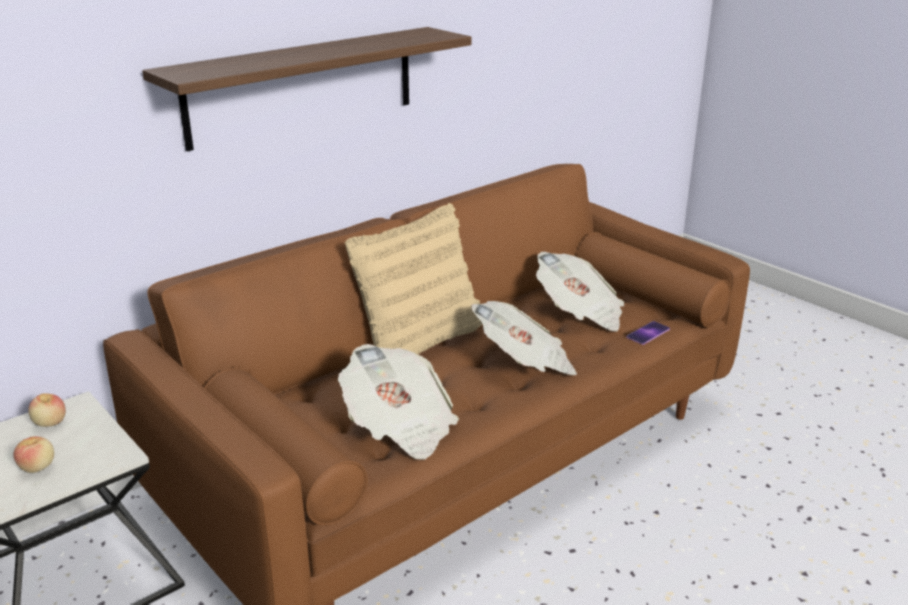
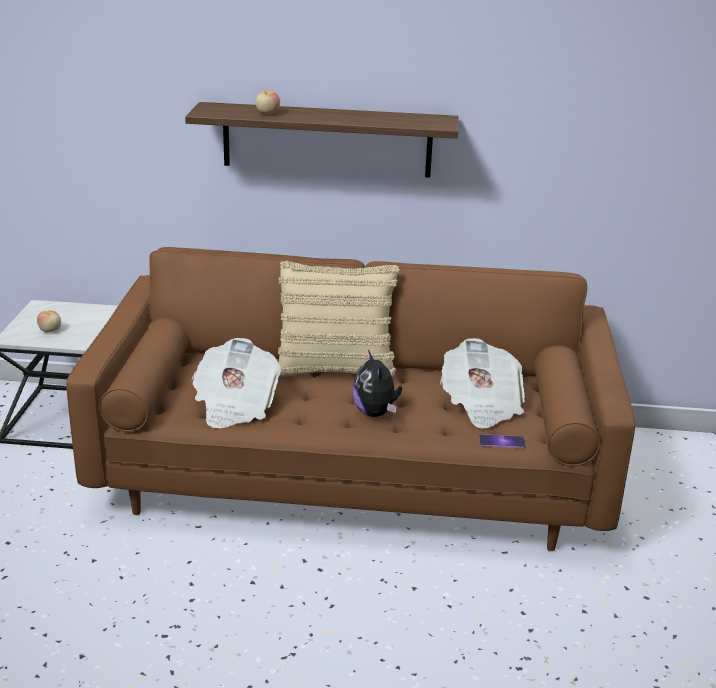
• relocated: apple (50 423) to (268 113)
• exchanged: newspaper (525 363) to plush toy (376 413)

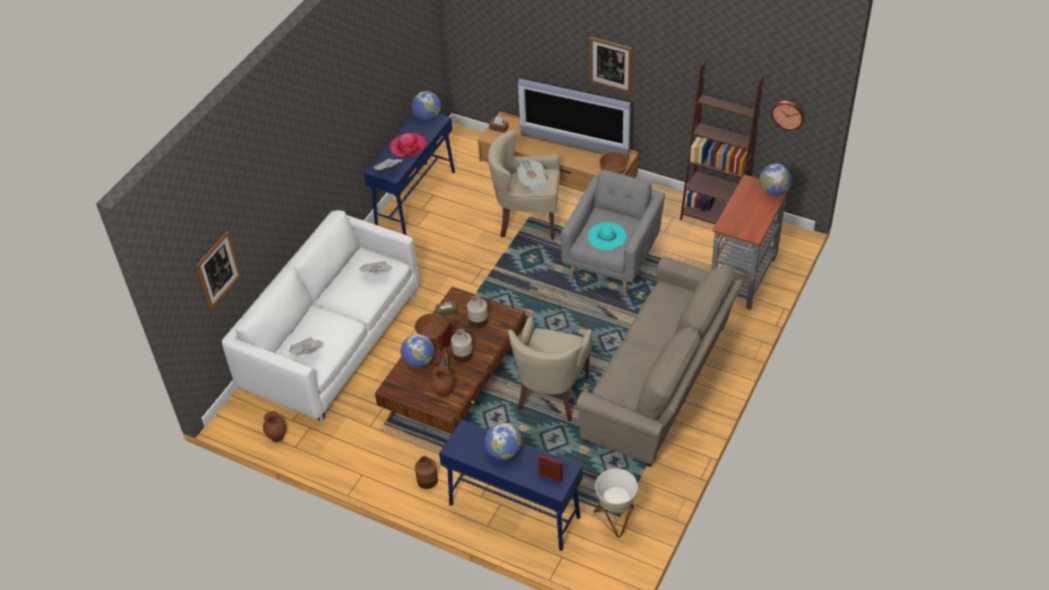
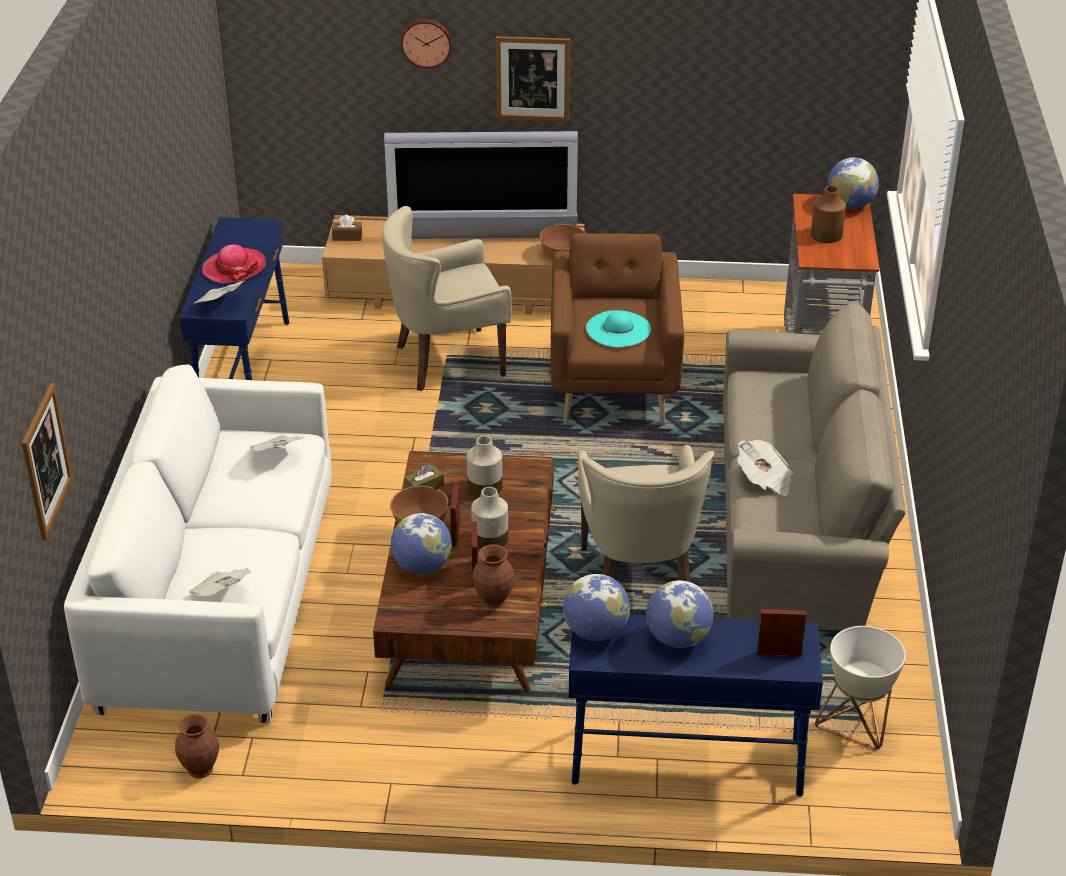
• missing: bookcase (brown) (713 217)
• relocated: globe (427 117) to (595 632)
• relocated: vase (brown) (427 480) to (827 234)
• relocated: newspaper (533 182) to (764 480)
• relocated: wall clock (788 114) to (426 42)
• colour: armchair (grey) (613 260) to armchair (brown) (614 382)

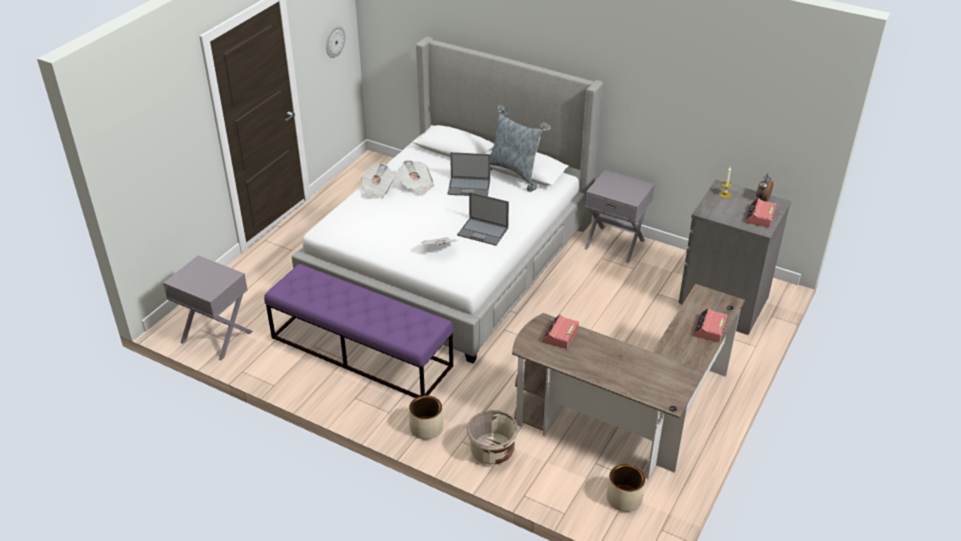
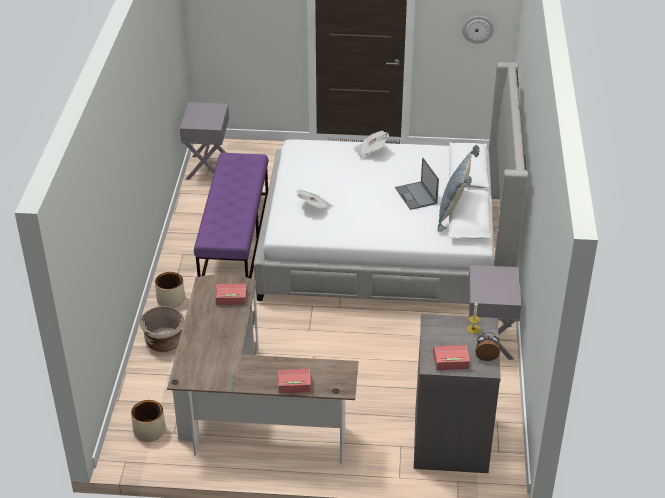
• missing: newspaper (416 186)
• missing: laptop (483 232)

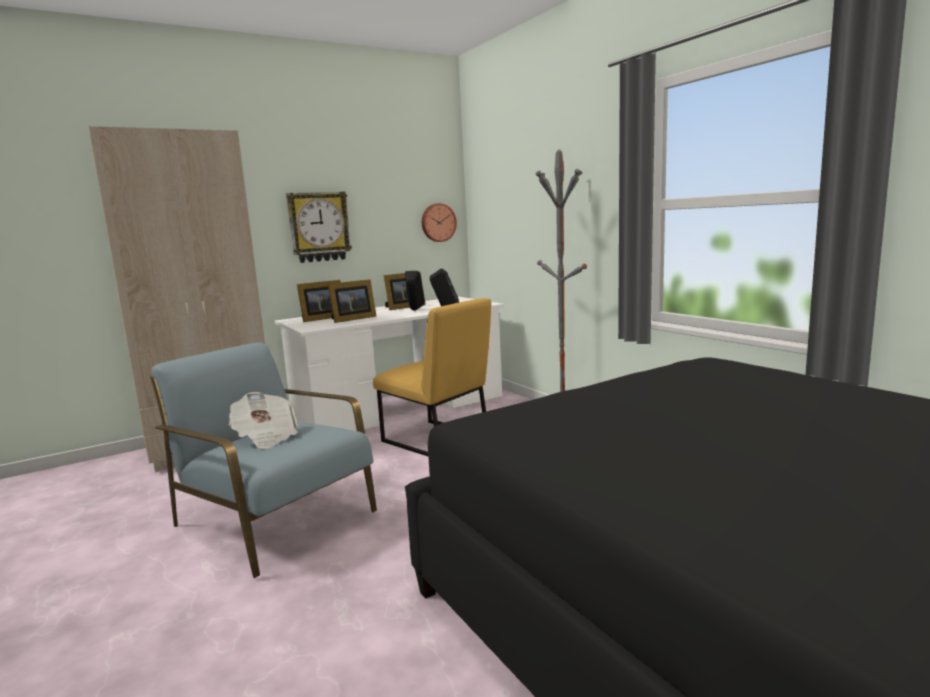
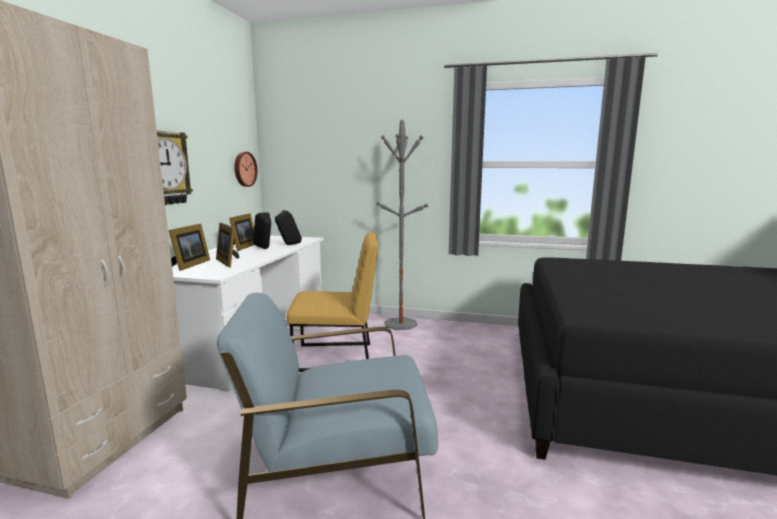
• missing: newspaper (266 437)
• spun: picture frame (351 319) = (228 262) 135 degrees clockwise

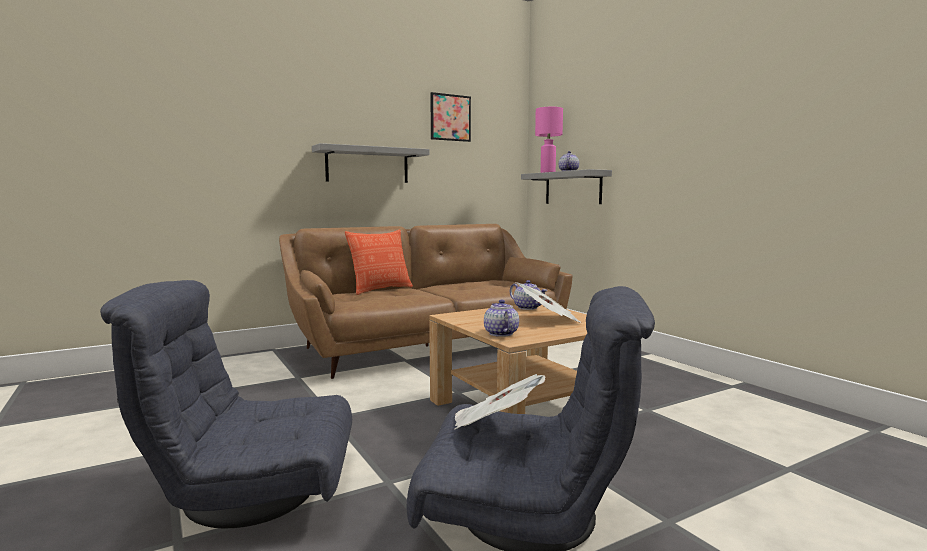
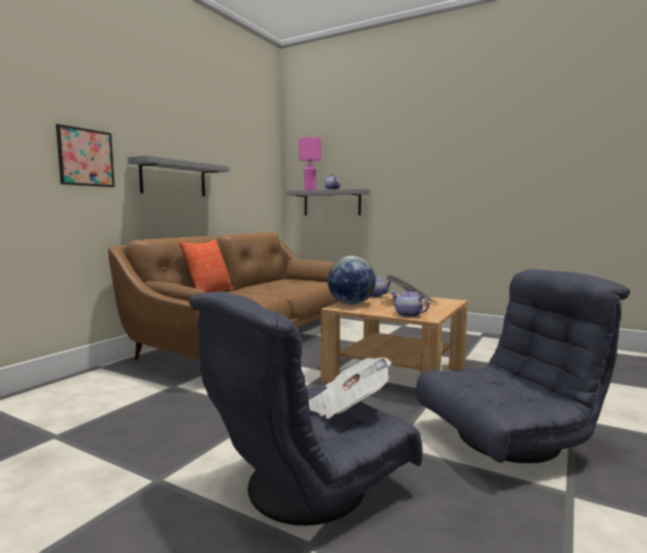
• appeared: globe (351 304)
• relocated: picture (450 117) to (86 157)
• relocated: newspaper (495 425) to (347 407)

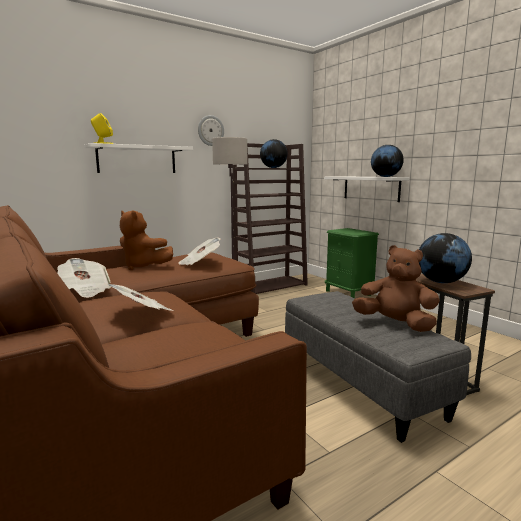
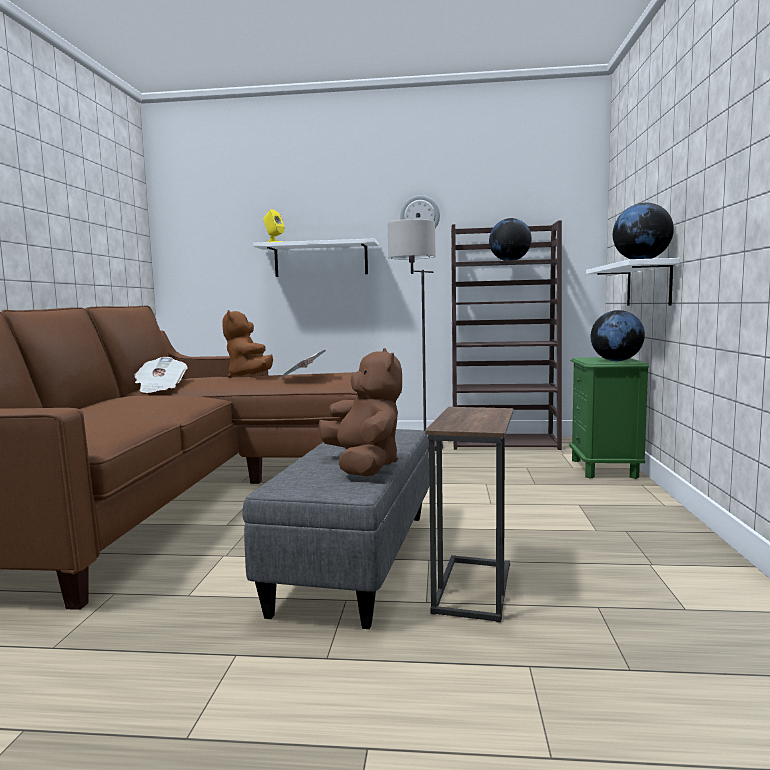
• missing: newspaper (142 313)
• relocated: globe (441 282) to (616 361)

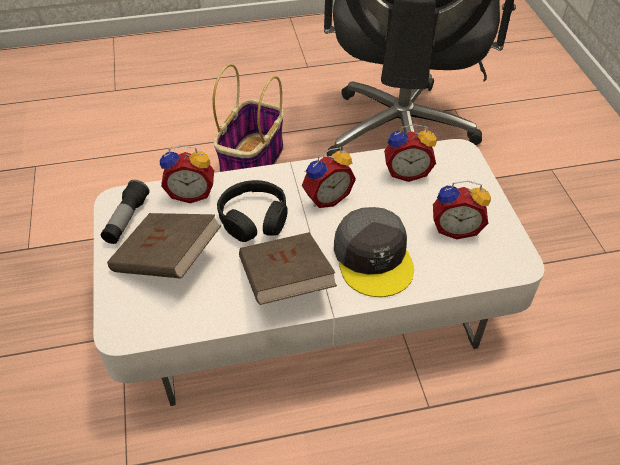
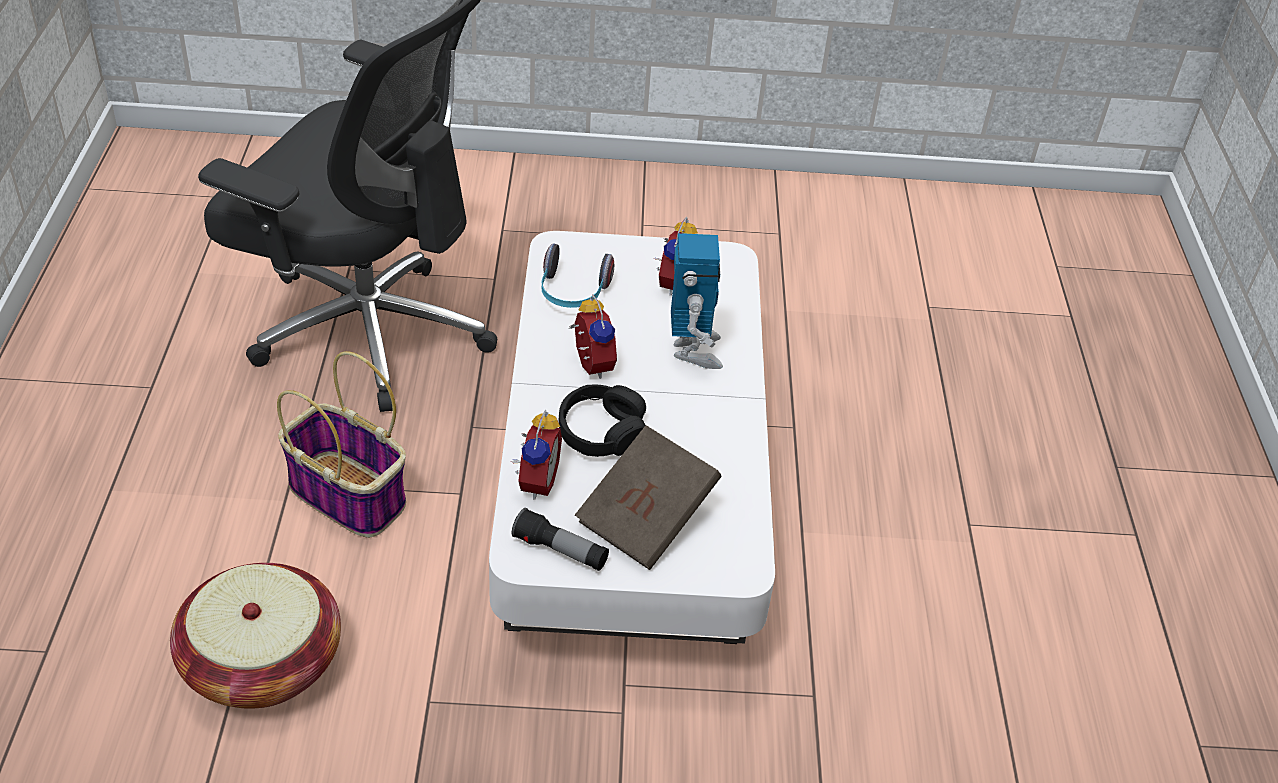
• missing: book (brown) (285 283)
• appeared: basket (262 663)
• exchanged: cap (grey) (373 257) to toy robot (693 351)
• exchanged: alarm clock (406 172) to headphones (573 293)

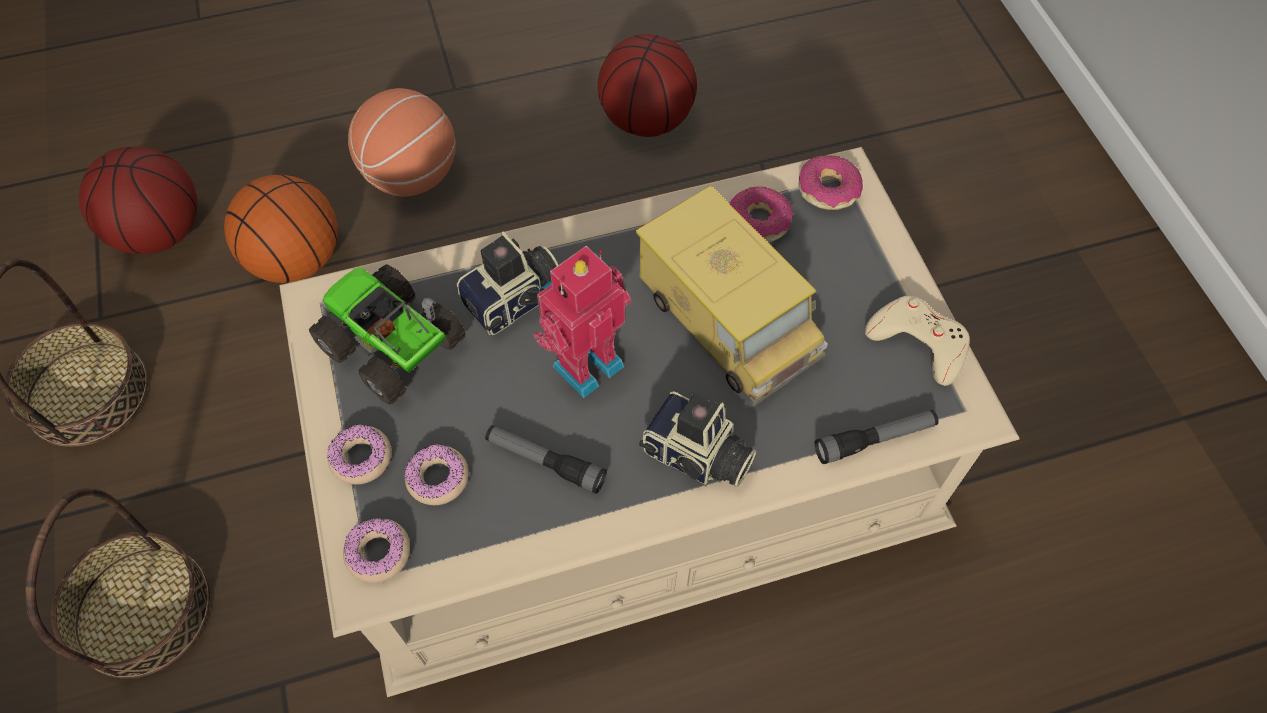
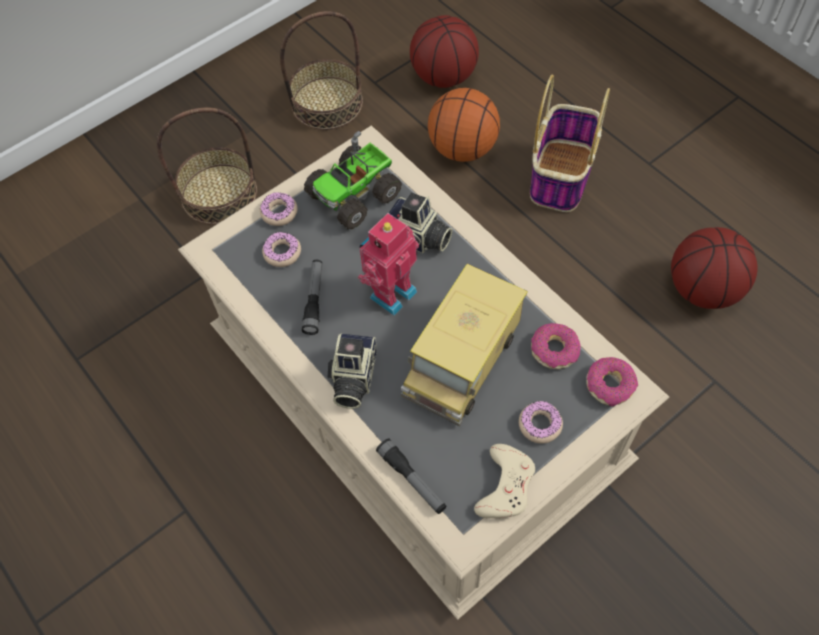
• relocated: donut (378 553) to (540 424)
• exchanged: basketball (411 176) to basket (561 174)
• spun: toy truck (394 346) = (355 194) 150 degrees counterclockwise
• spun: toy robot (585 363) = (390 293) 75 degrees counterclockwise

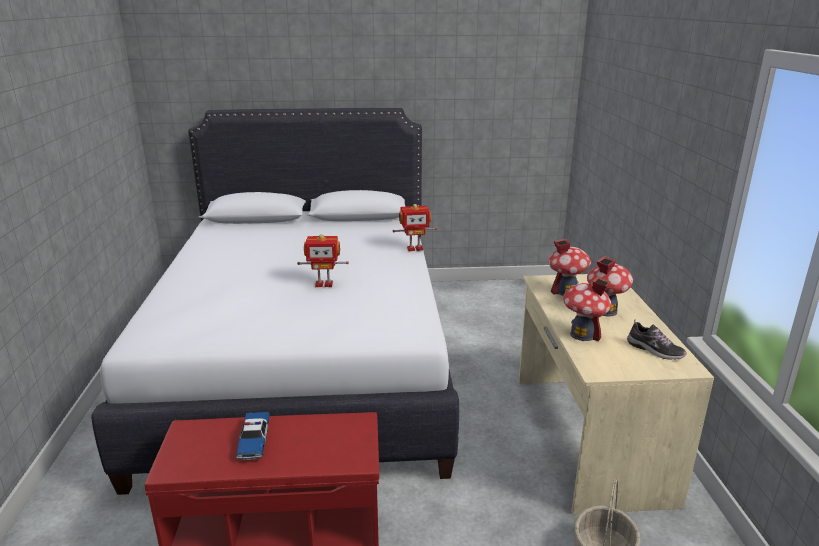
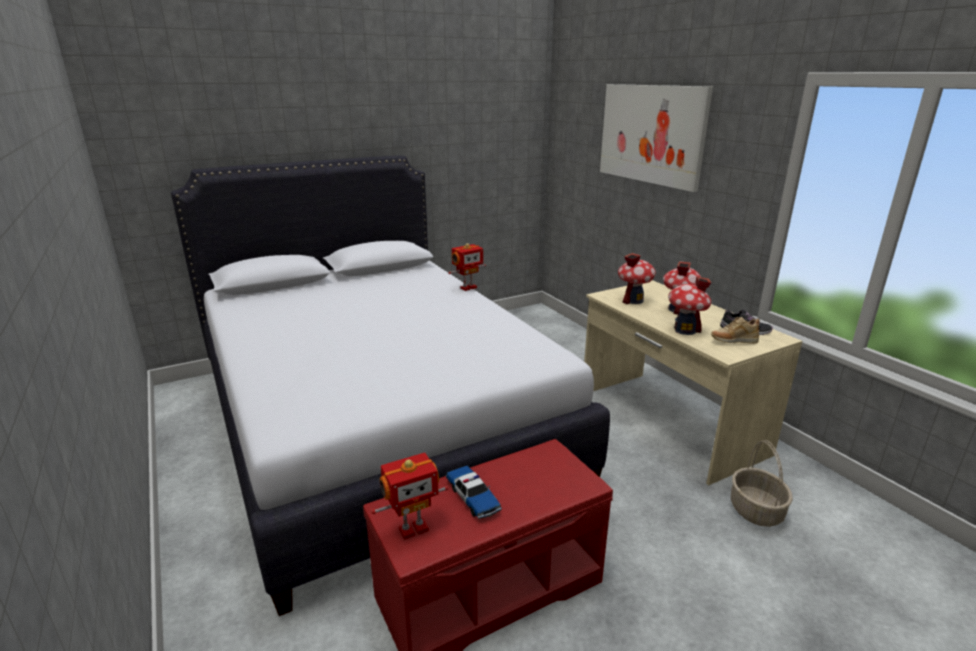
• appeared: picture (651 134)
• appeared: shoe (beige) (733 342)
• relocated: toy robot (324 284) to (413 528)

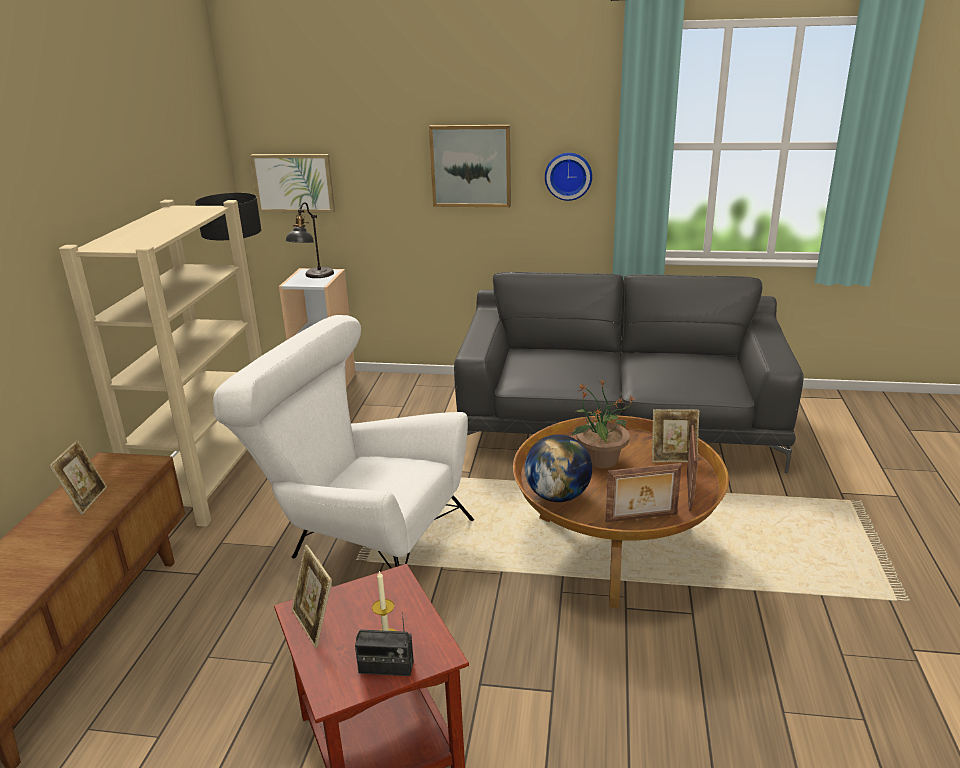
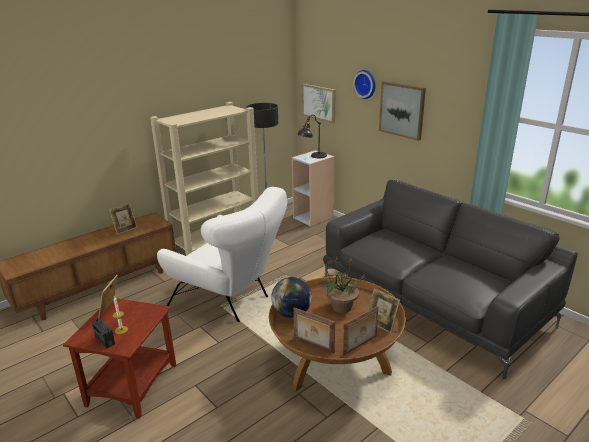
• relocated: wall clock (568 176) to (366 84)
• spun: armchair (white) (361 544) = (231 299) 150 degrees clockwise

